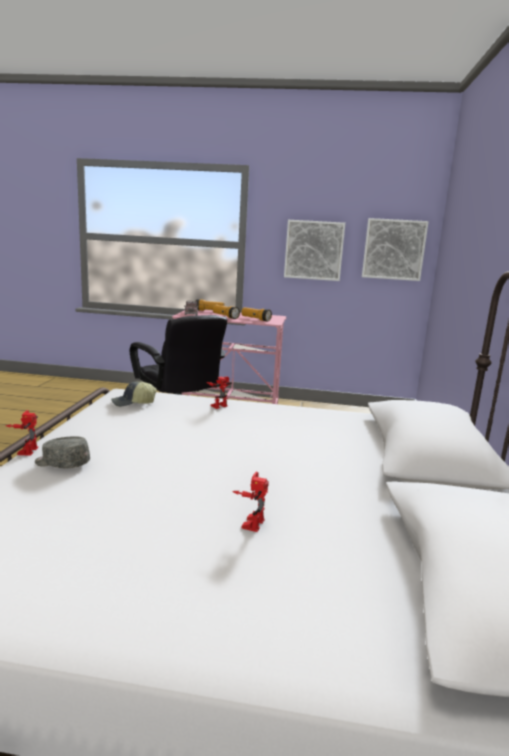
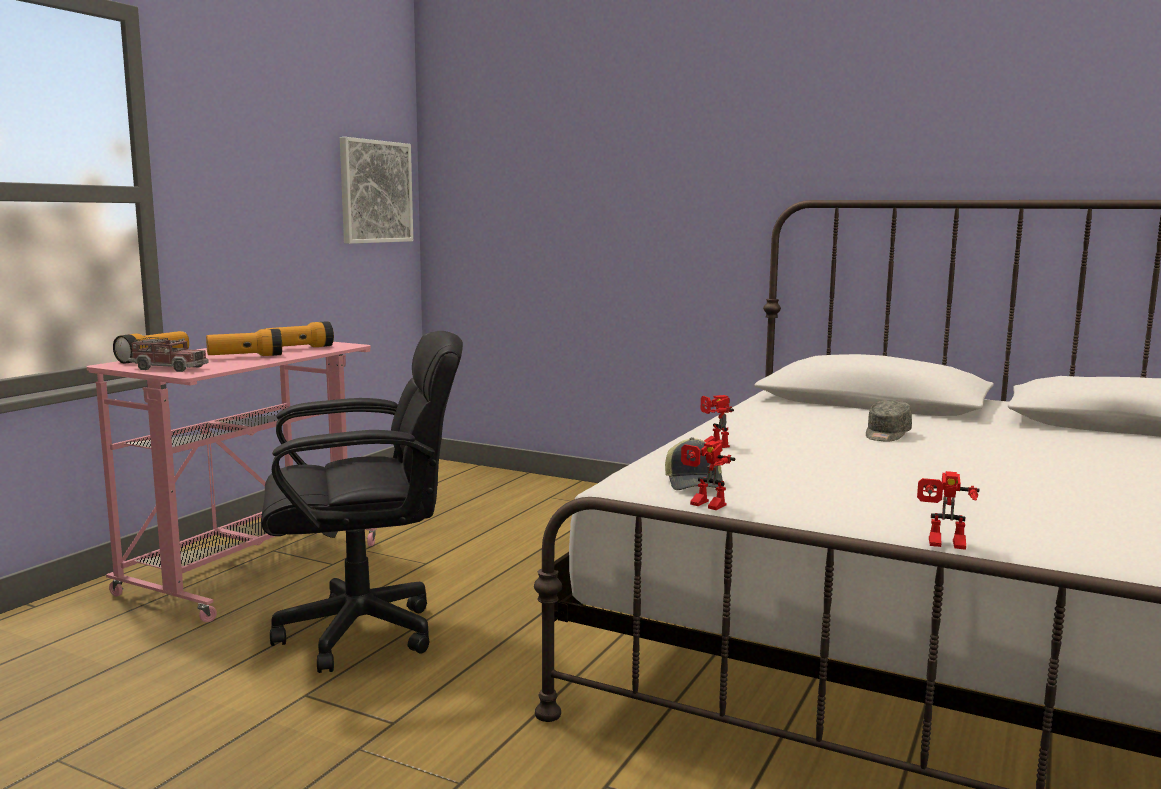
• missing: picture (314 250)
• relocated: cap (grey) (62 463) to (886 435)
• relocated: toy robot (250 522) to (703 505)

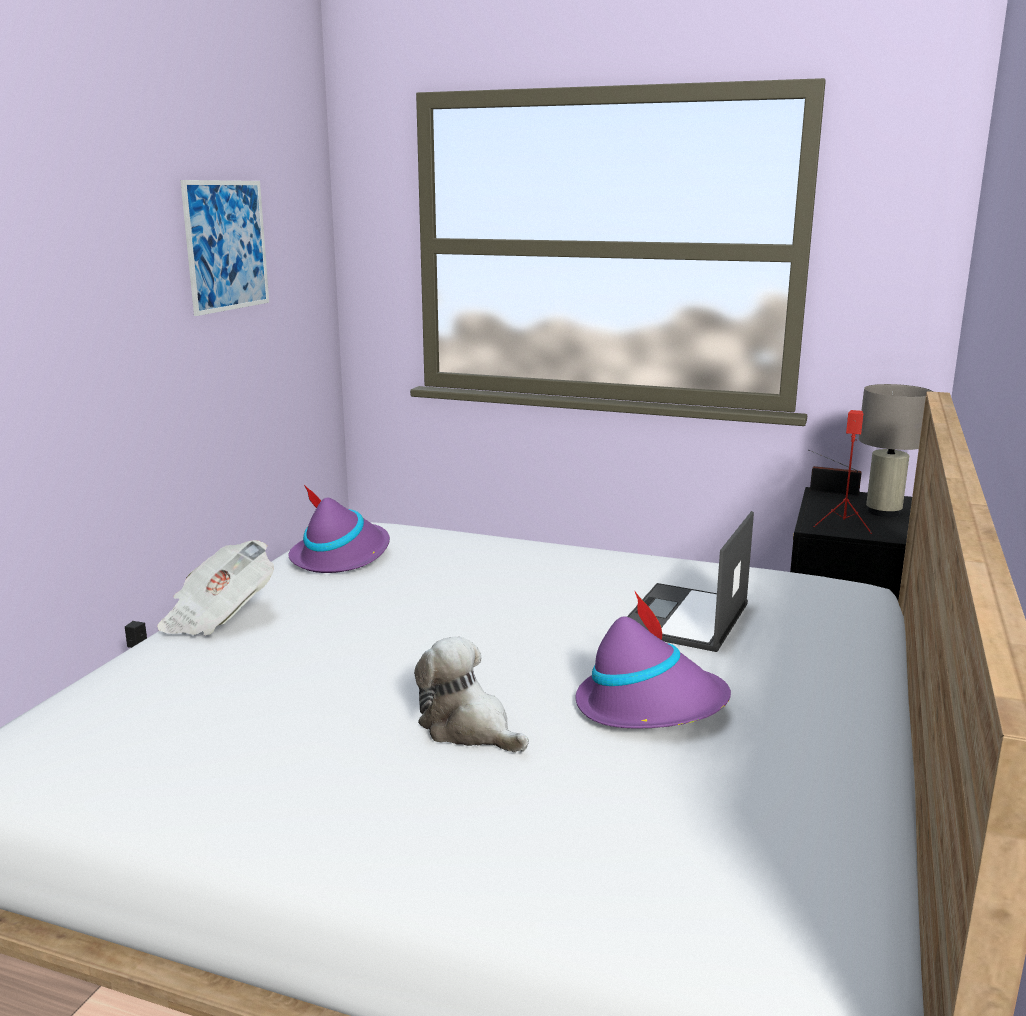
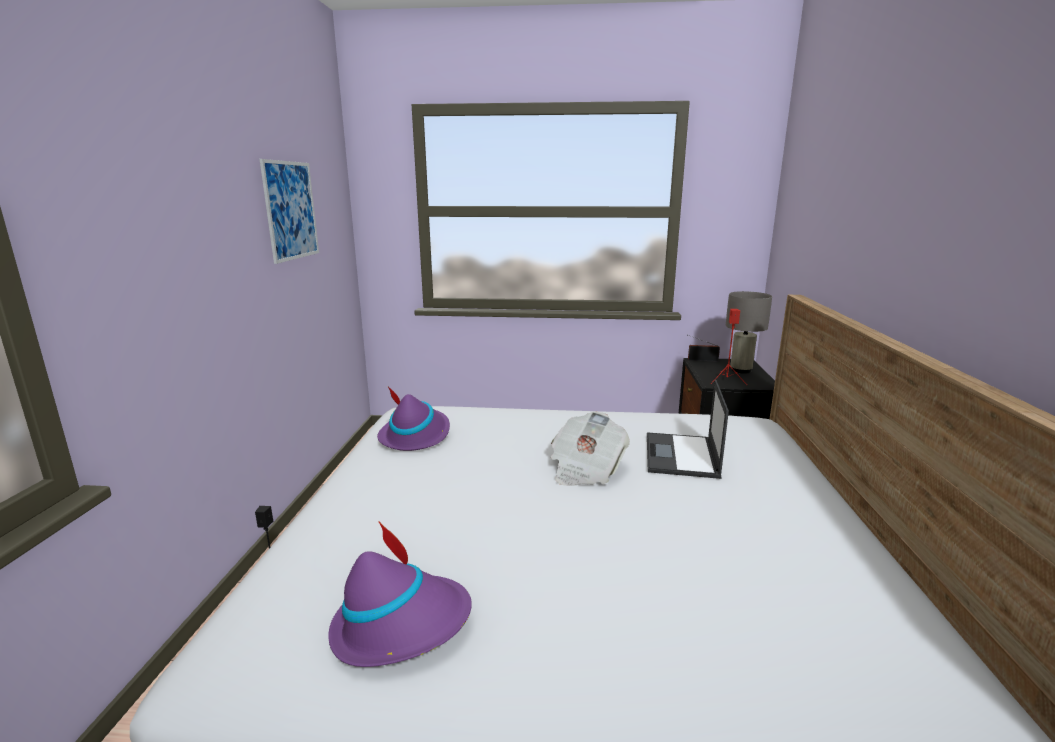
• missing: plush toy (468 728)
• relocated: newspaper (218 617) to (585 469)
• relocated: hat (purple) (650 706) to (401 625)

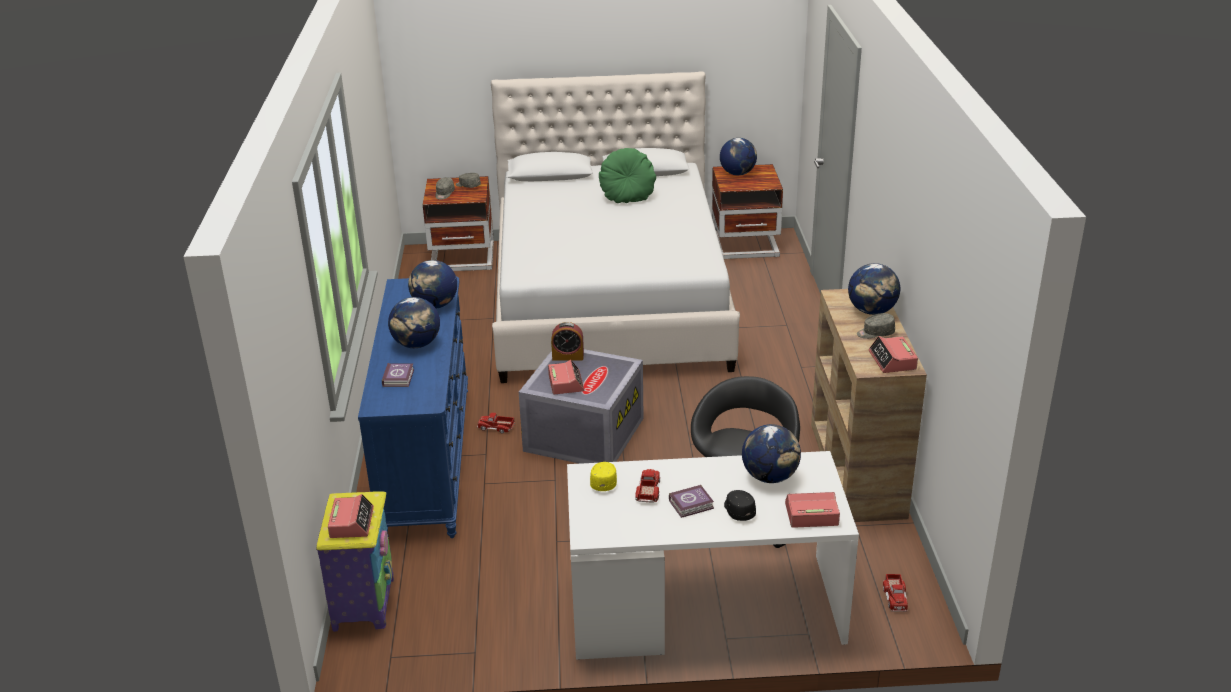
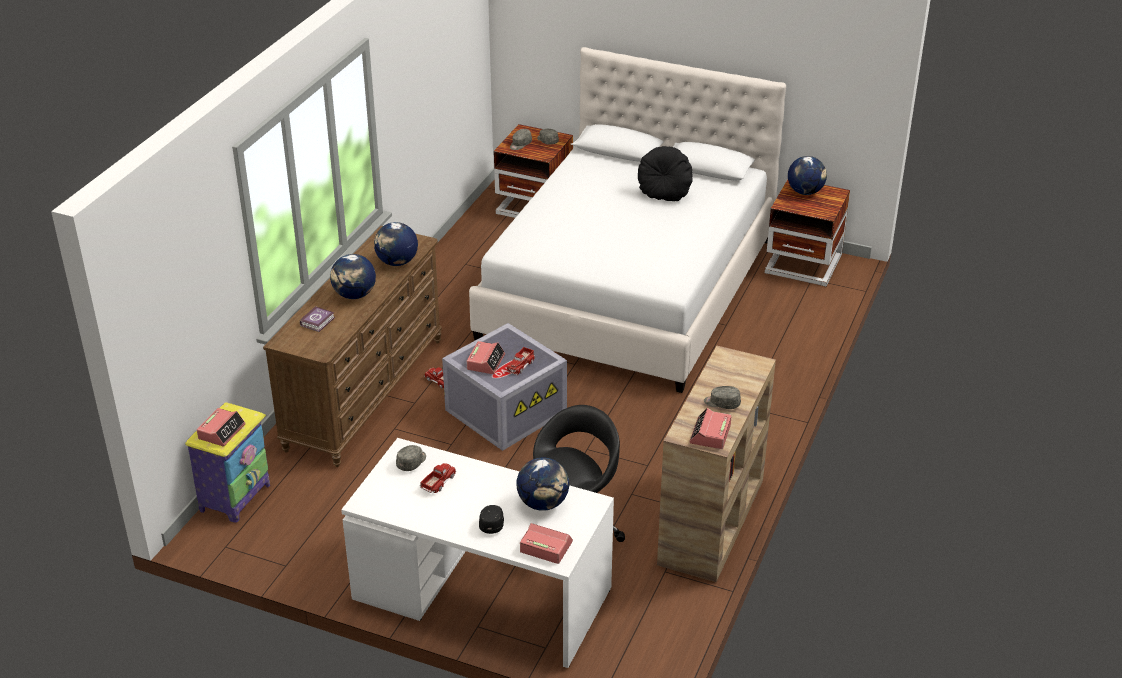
• missing: alarm clock (568 356)
• missing: book (692 504)
• missing: globe (872 311)
• relocated: toy truck (895 597) to (520 365)
• colour: dresser (blue) (427 460) to dresser (brown) (365 393)
• colour: cap (yellow) (604 481) to cap (grey) (412 462)
• colour: pillow (green) (627 199) to pillow (black) (664 196)

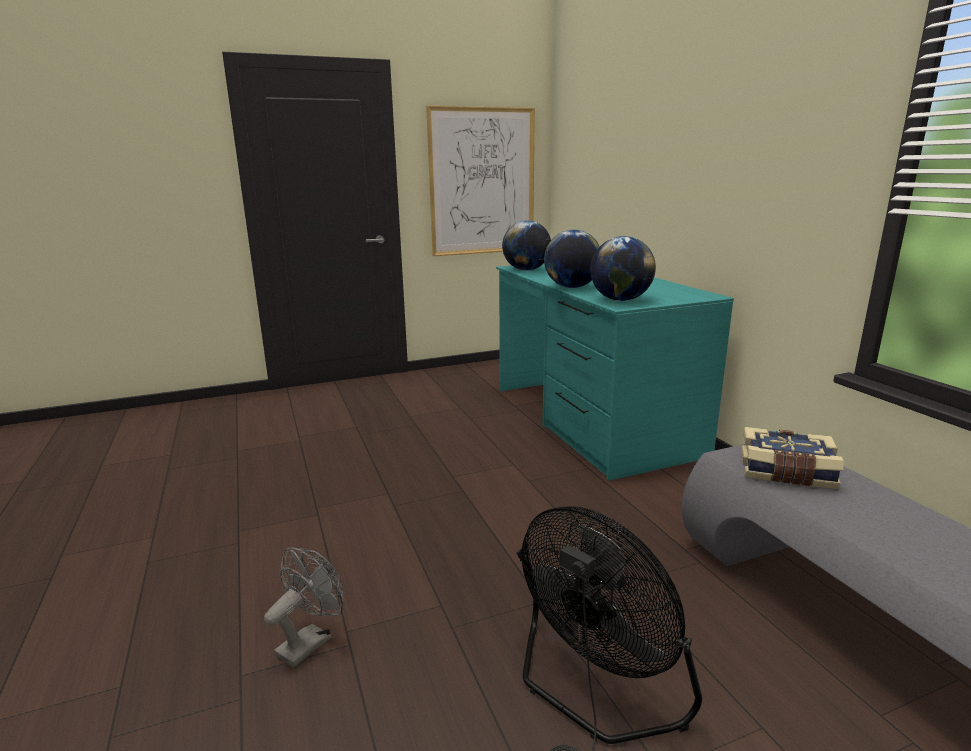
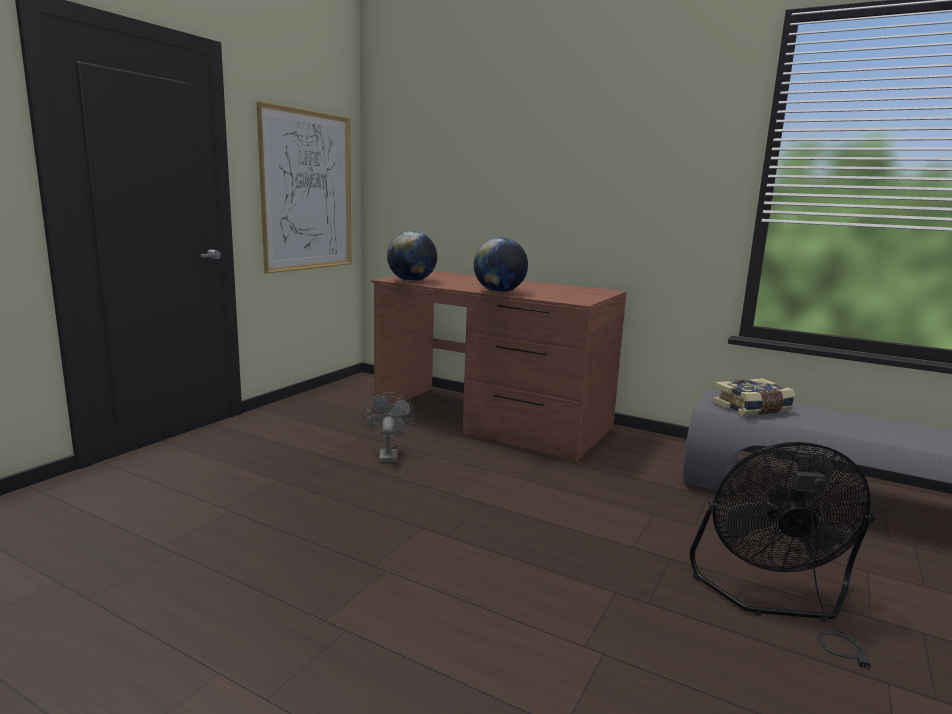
• missing: globe (620 300)
• relocated: fan (grey) (310 641) to (388 454)
• colour: desk (turquoise) (591 419) to desk (brown) (492 420)

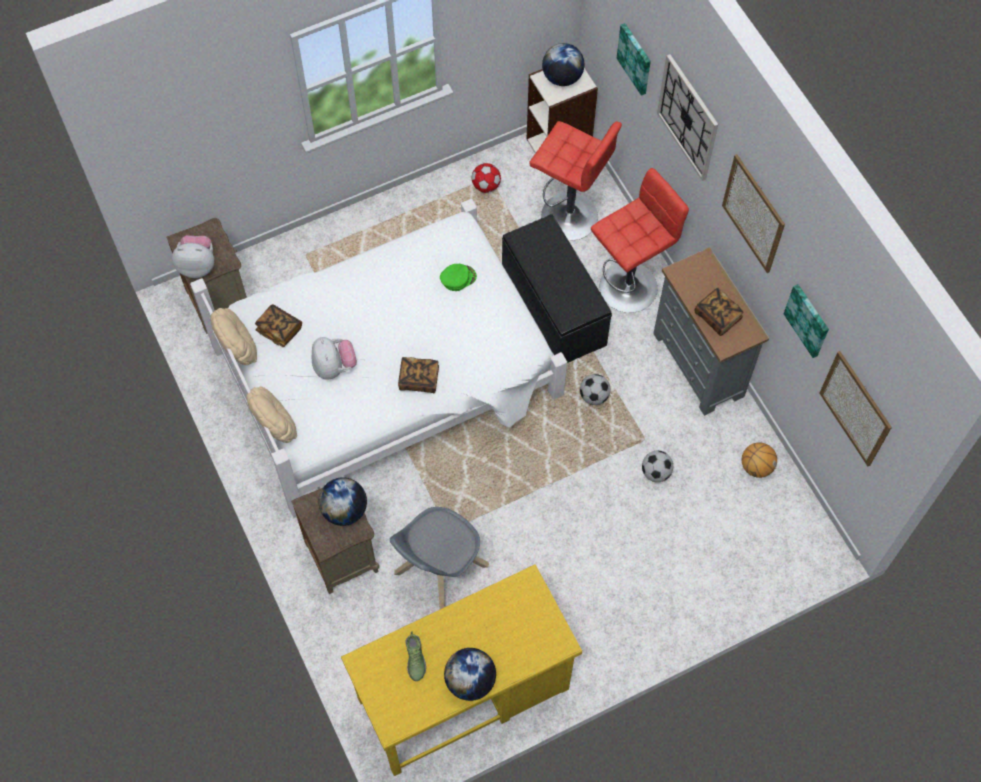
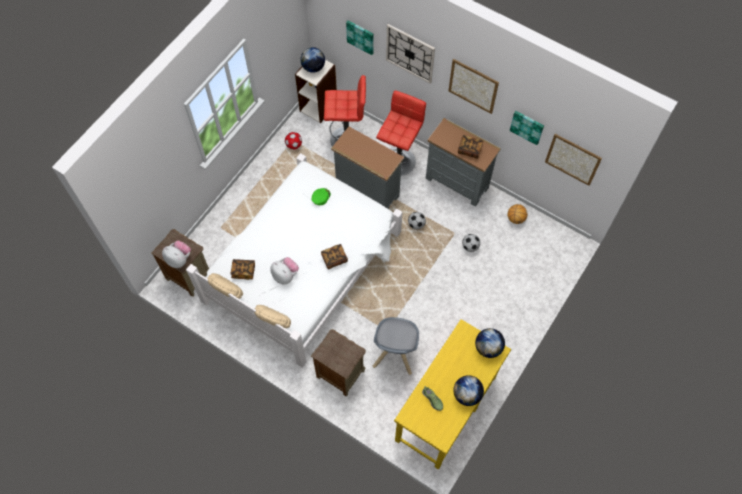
• relocated: globe (345 510) to (488 347)
• exchanged: bench (black) (552 308) to dresser (grey) (367 190)
• spun: plush toy (197 265) = (179 259) 60 degrees clockwise

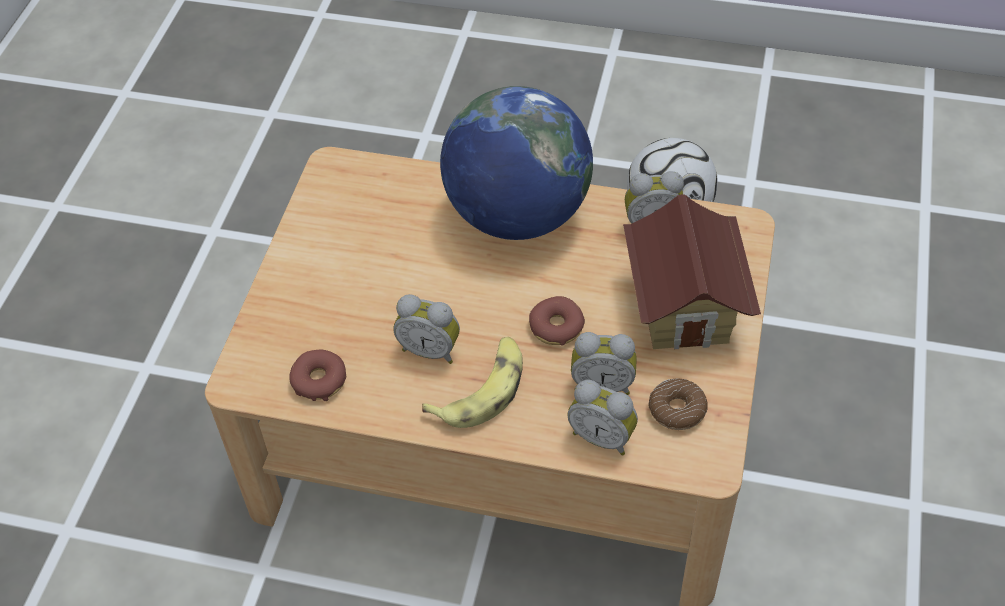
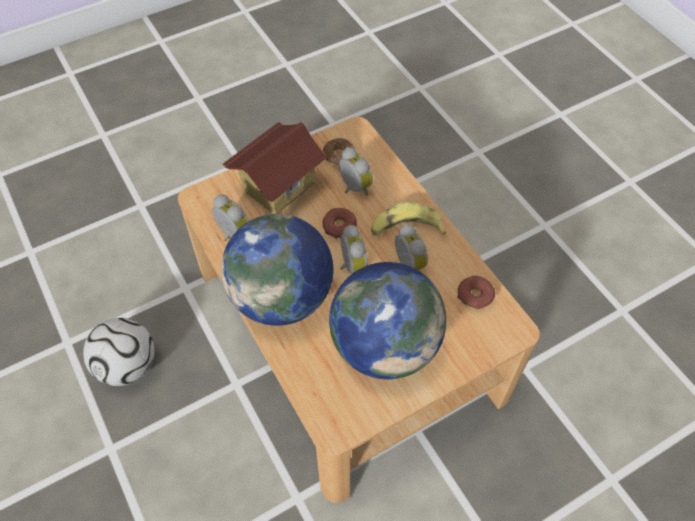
• appeared: globe (385 346)
• relocated: alarm clock (602 436) to (351 266)

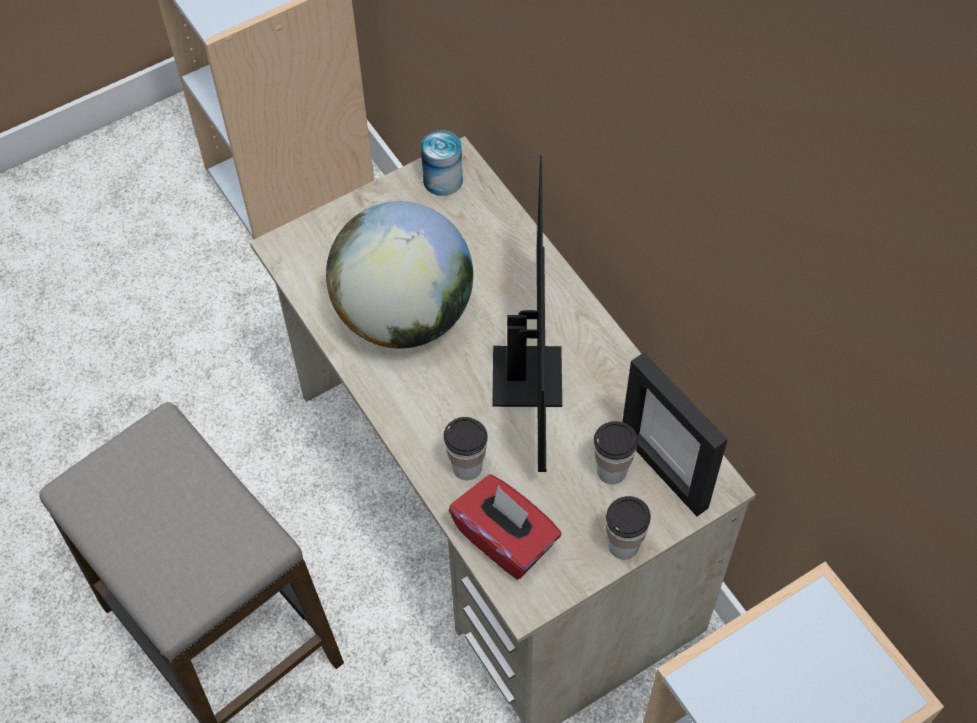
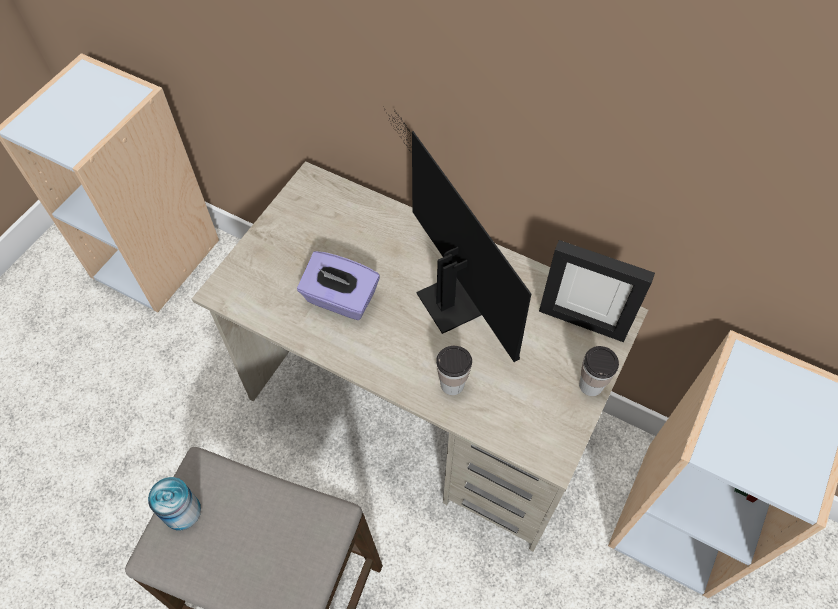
• missing: tissue box (red) (505 539)
• missing: cup (611 471)
• relocated: can (443 180) to (182 511)
• exchanged: globe (404 315) to tissue box (purple) (340 299)

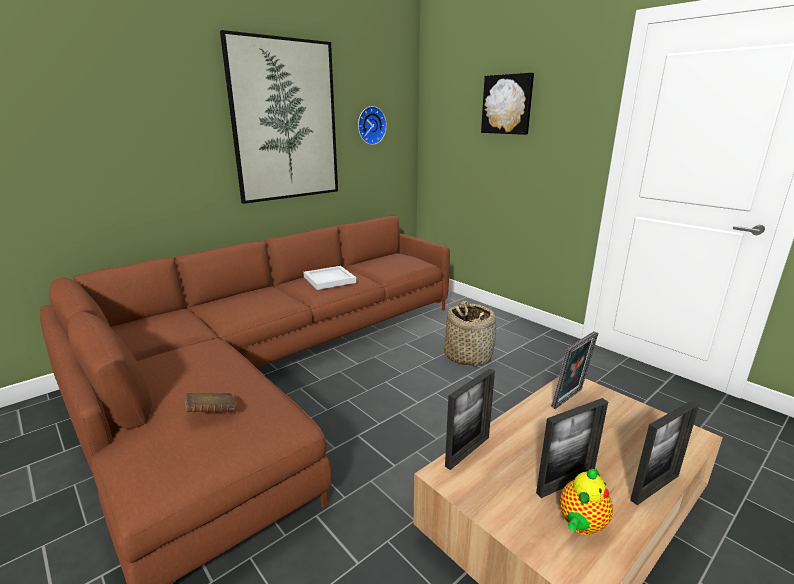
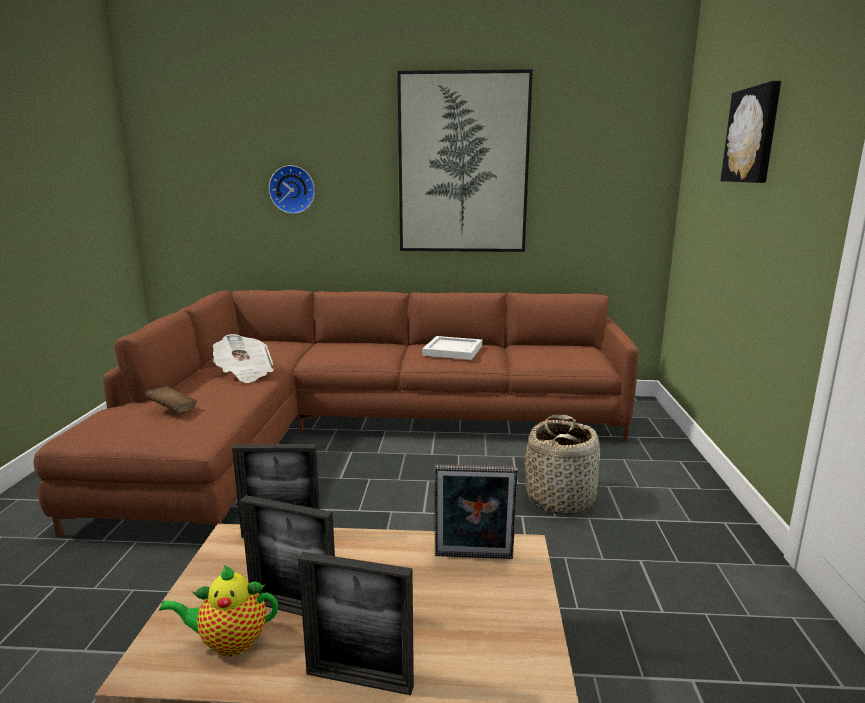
• appeared: newspaper (244 373)
• relocated: wall clock (370 125) to (292 189)

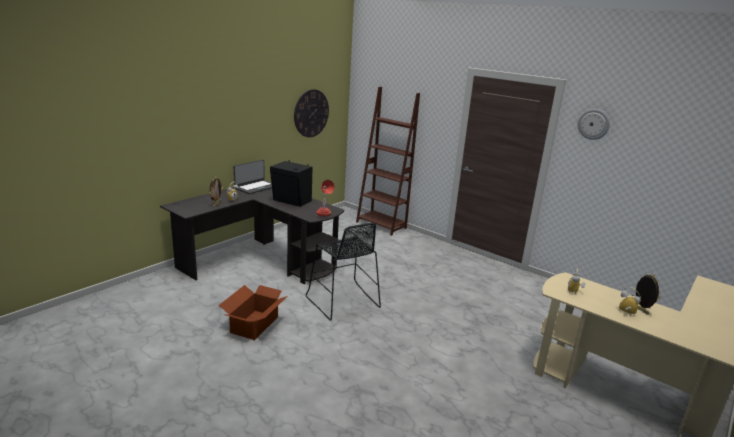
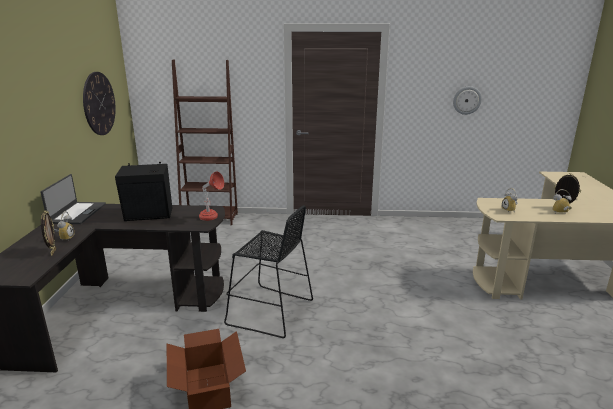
• relocated: wall clock (593 124) to (467 100)

